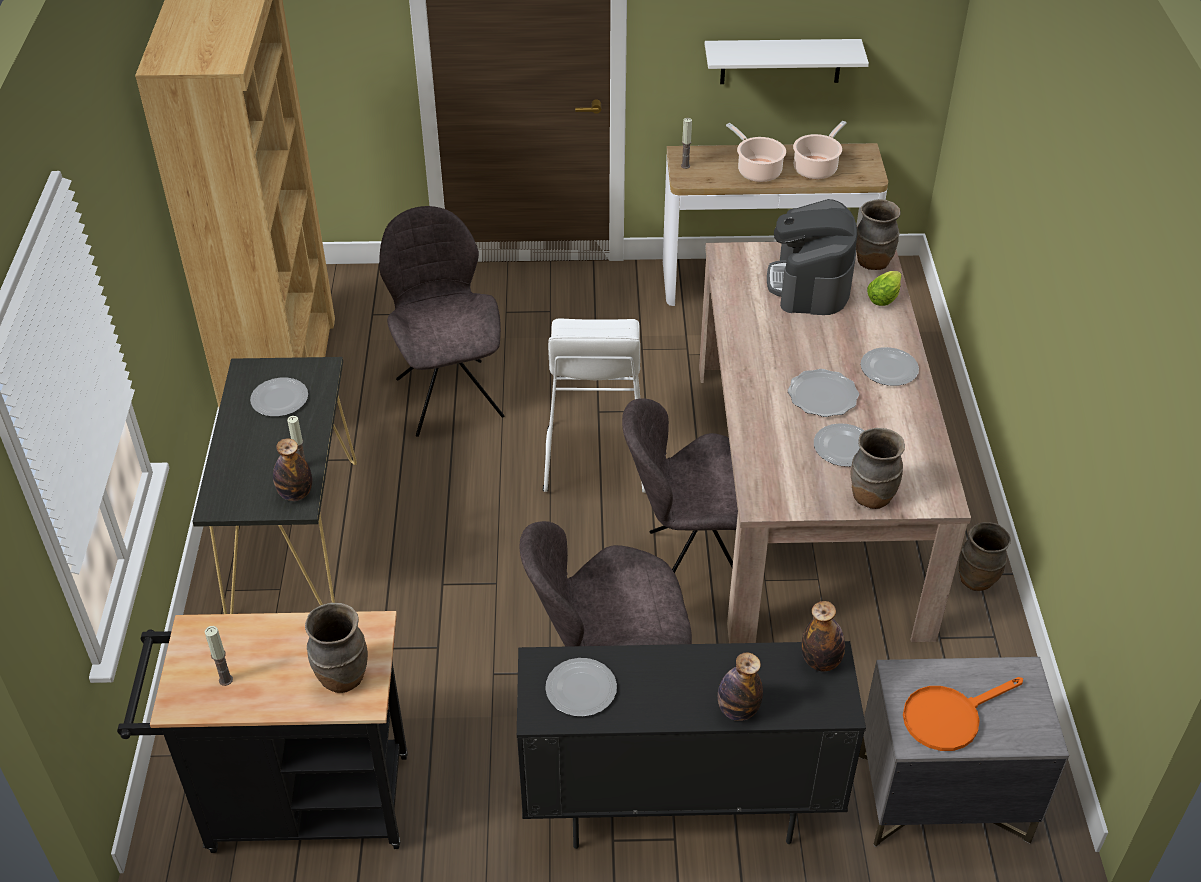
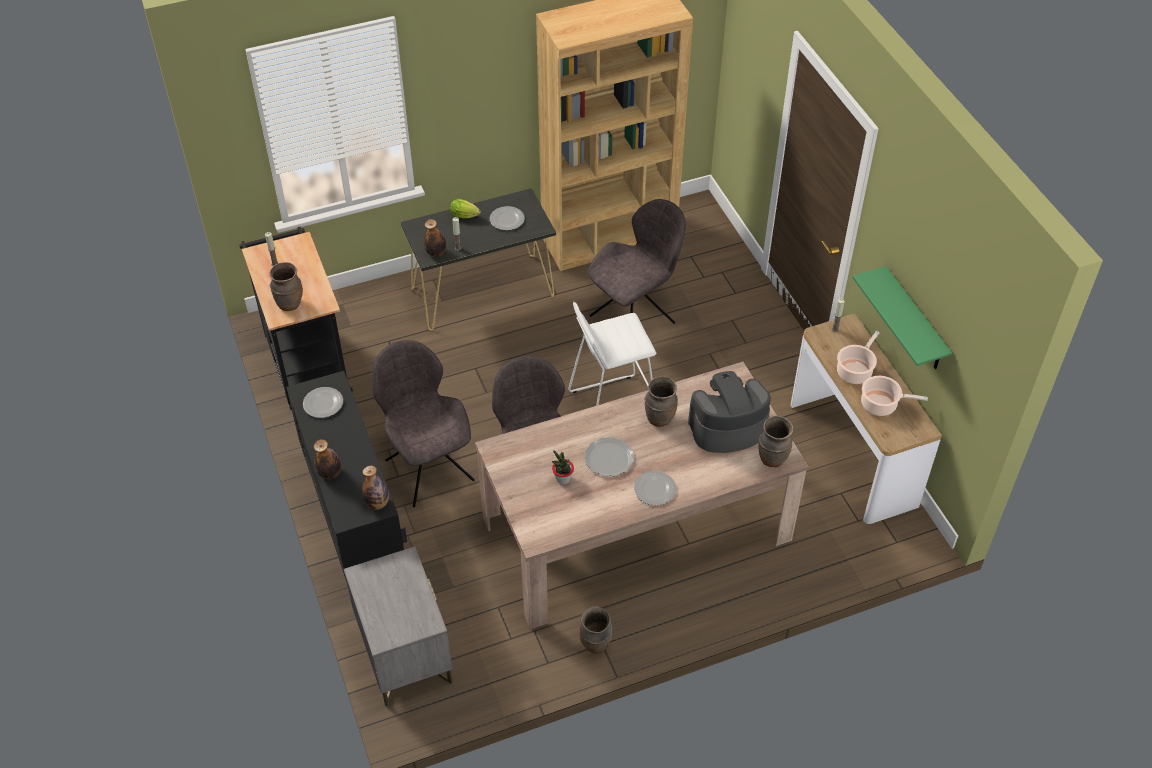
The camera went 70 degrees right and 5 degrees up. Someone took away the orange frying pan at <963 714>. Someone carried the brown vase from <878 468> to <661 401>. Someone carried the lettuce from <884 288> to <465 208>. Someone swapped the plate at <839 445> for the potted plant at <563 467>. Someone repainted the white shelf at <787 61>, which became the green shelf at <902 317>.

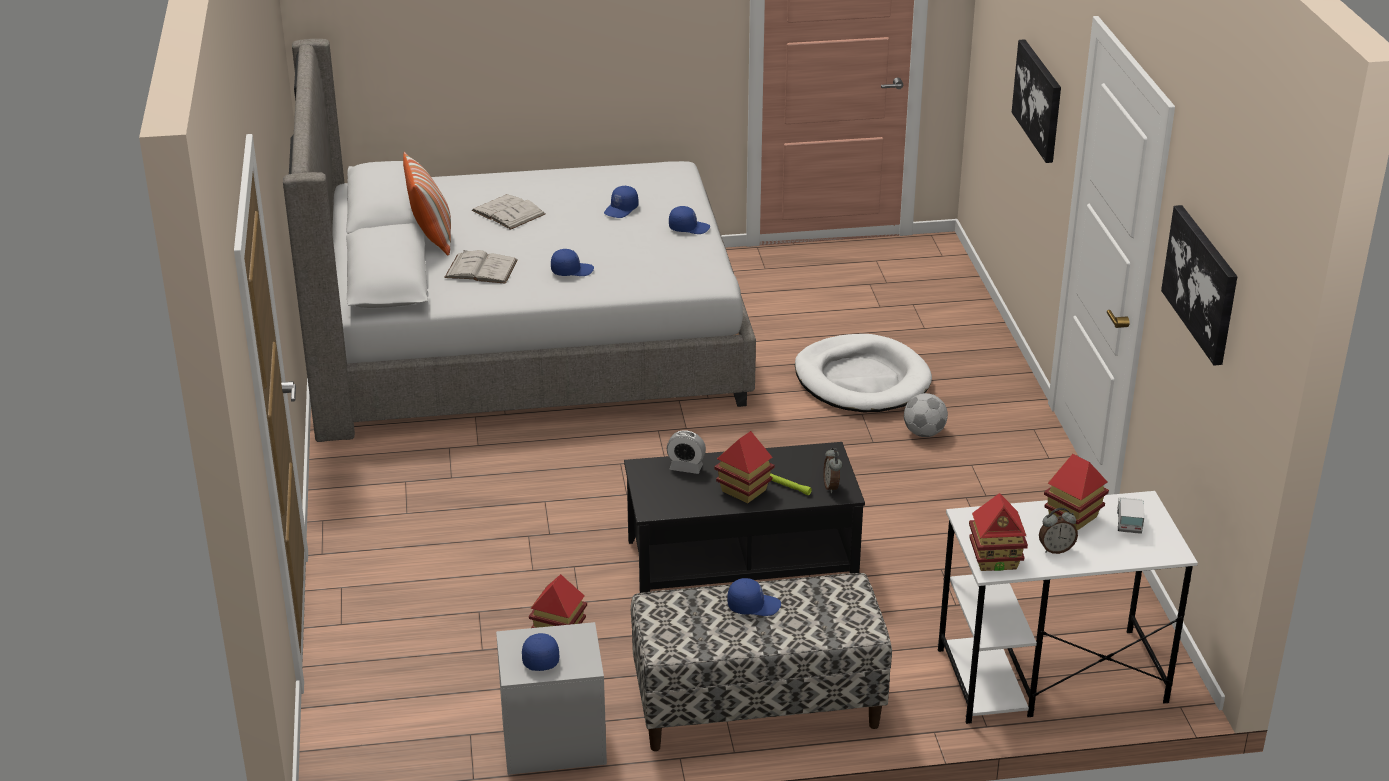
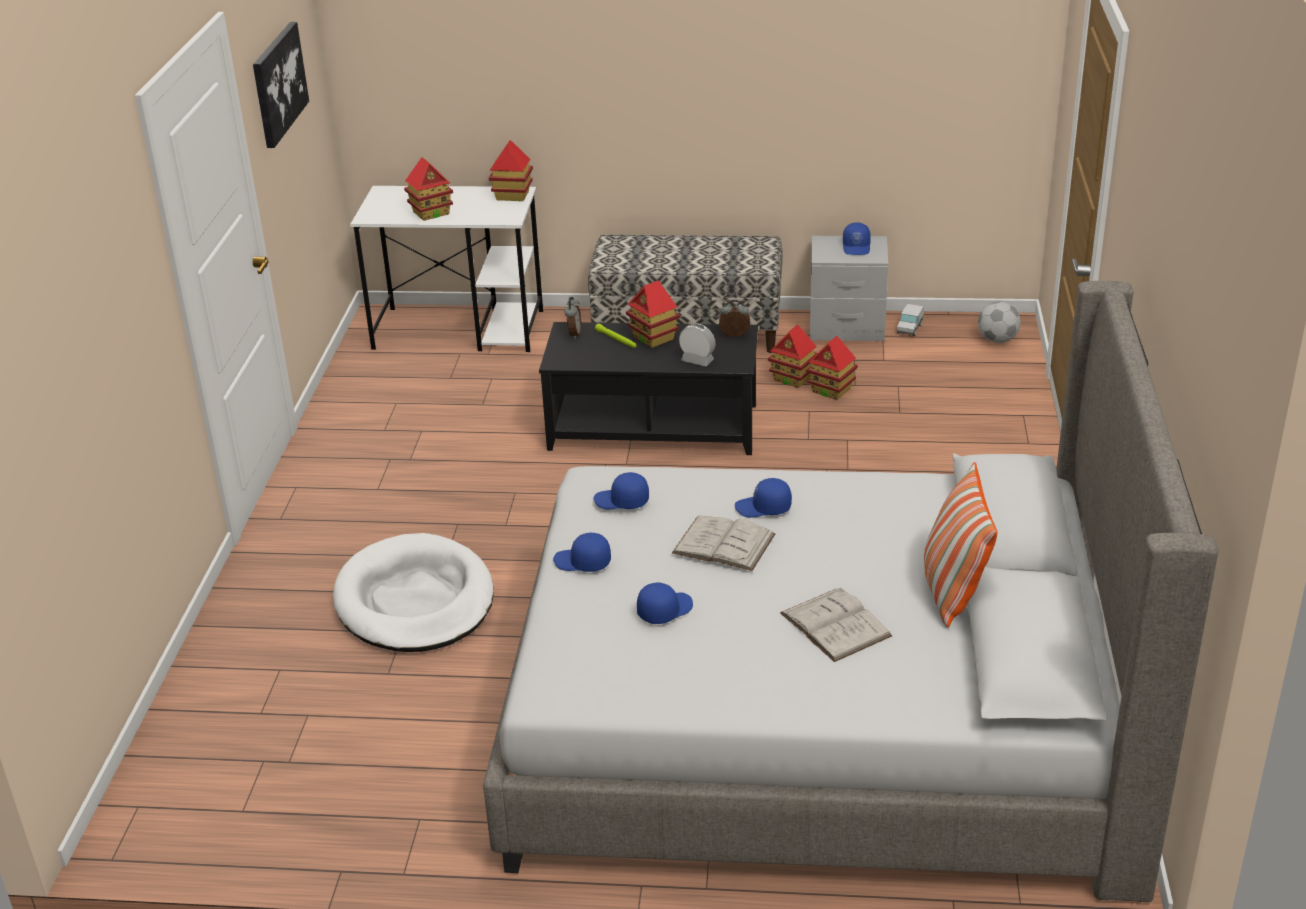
The camera went 165 degrees left and 0 degrees up. Someone took away the picture at <1036 101>. Someone put down the toy house at <792 356>. Someone carried the white book from <481 267> to <724 543>. Someone carried the blue cap from <754 597> to <621 490>. Someone carried the football from <926 415> to <999 322>. Someone carried the alarm clock from <1058 531> to <734 318>. Someone carried the toy truck from <1130 515> to <910 320>.

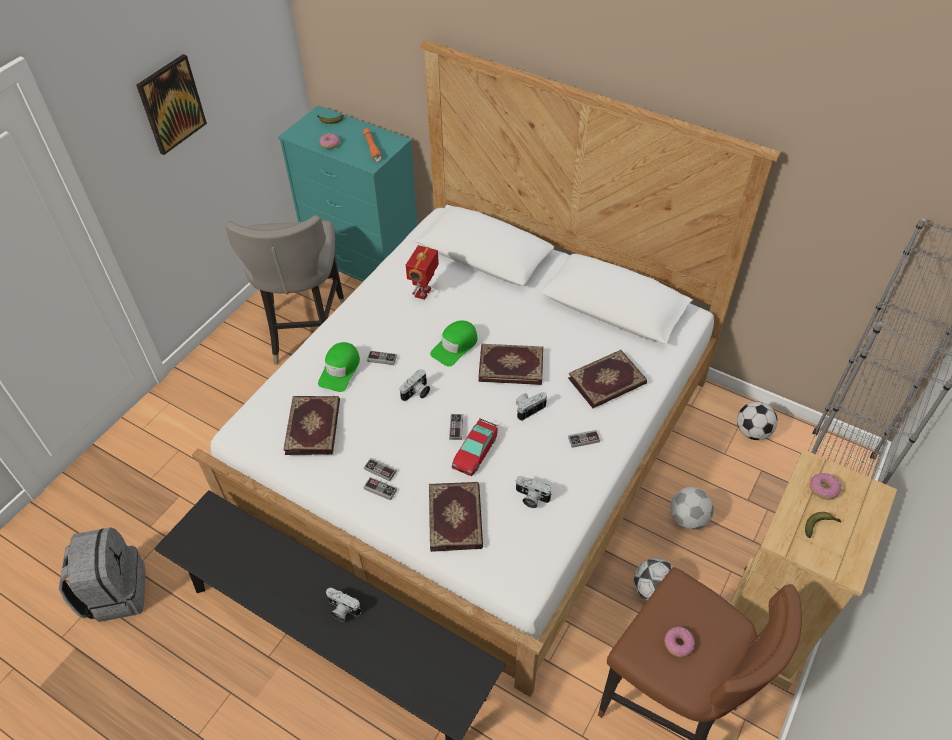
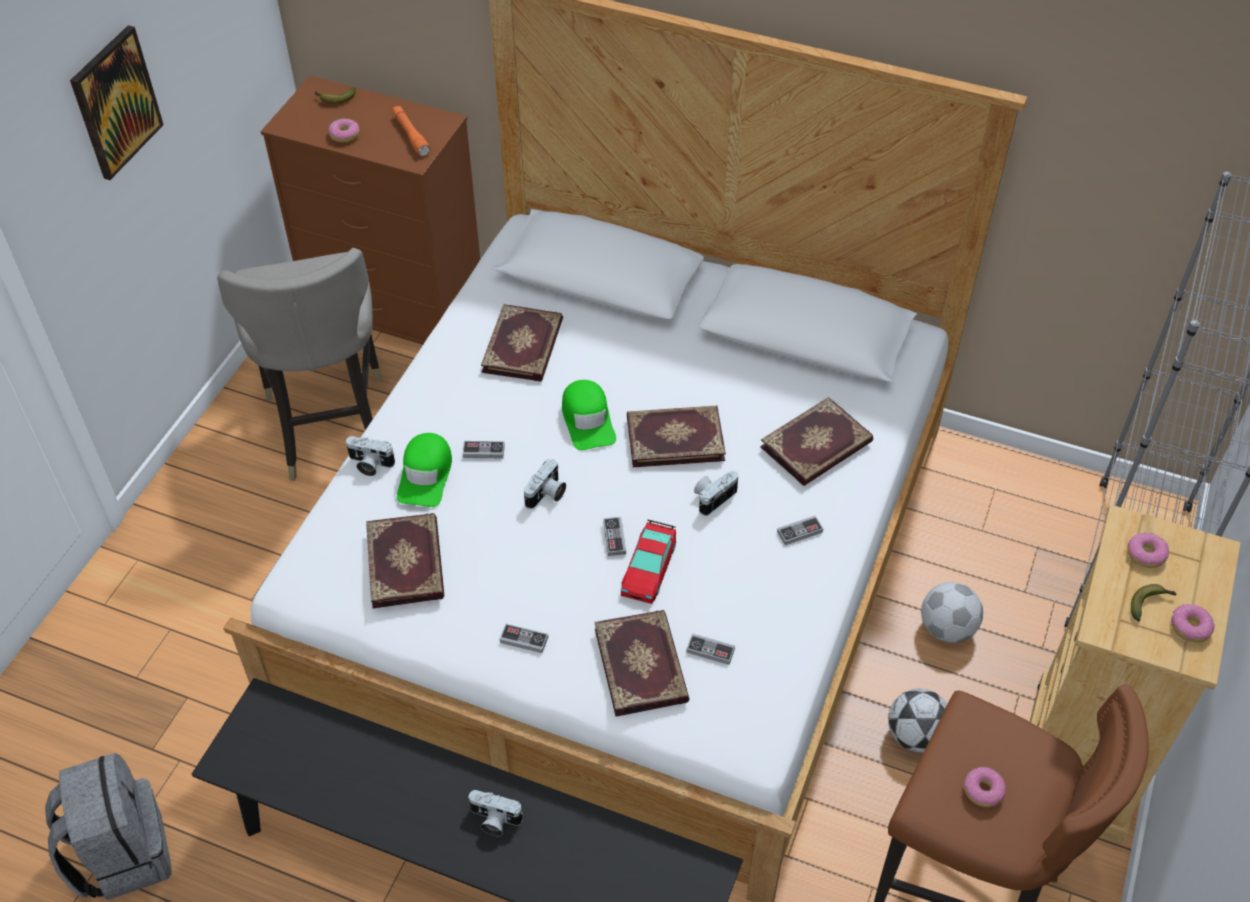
The camera went 10 degrees left and 0 degrees up. Someone took away the football at <757 421>. Someone put down the donut at <1193 623>. Someone carried the game controller from <380 469> to <710 649>. Someone carried the photo camera from <533 492> to <370 456>. Someone swapped the toy robot at <422 272> for the book at <522 343>. Someone repainted the turquoise dresser at <348 193>, which became the brown dresser at <370 210>. Someone rotated the green cap at <454 343> by 45 degrees counterclockwise.

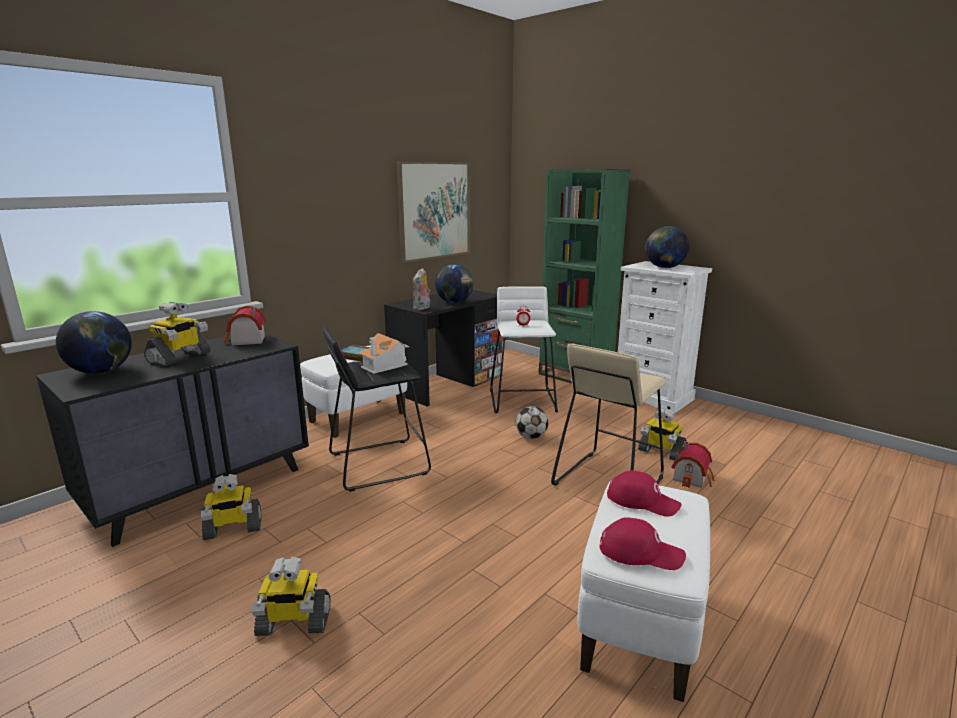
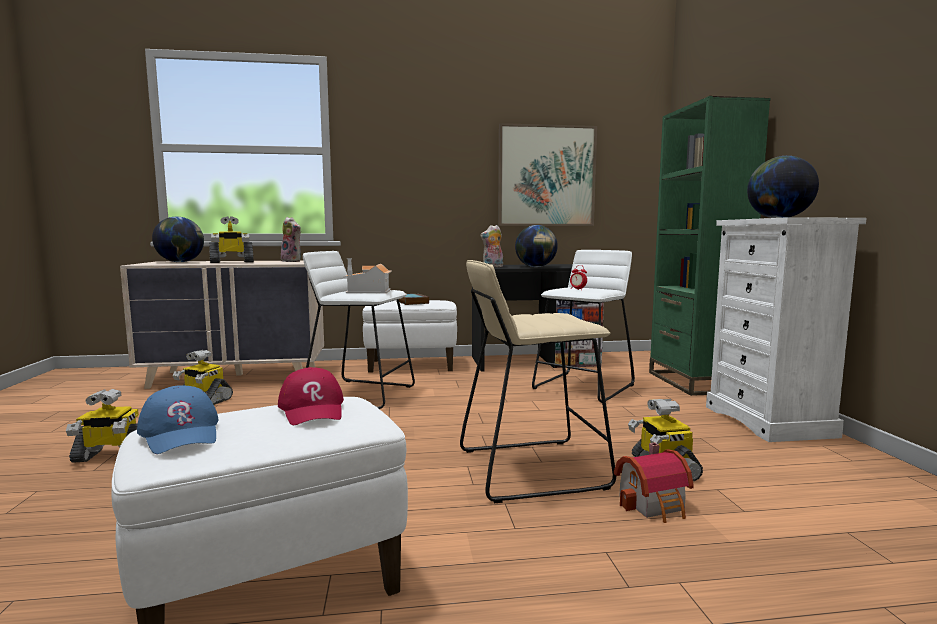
The camera went 40 degrees right and 10 degrees down. Someone took away the football at <531 422>. Someone swapped the toy house at <245 325> for the plush toy at <291 239>. Someone repainted the black dresser at <172 440>, which became the beige dresser at <222 325>. Someone repainted the black stool at <376 409>, which became the white stool at <359 330>. Someone repainted the red cap at <643 543>, which became the blue cap at <178 420>. Someone rotated the toy robot at <291 596> by 45 degrees counterclockwise.

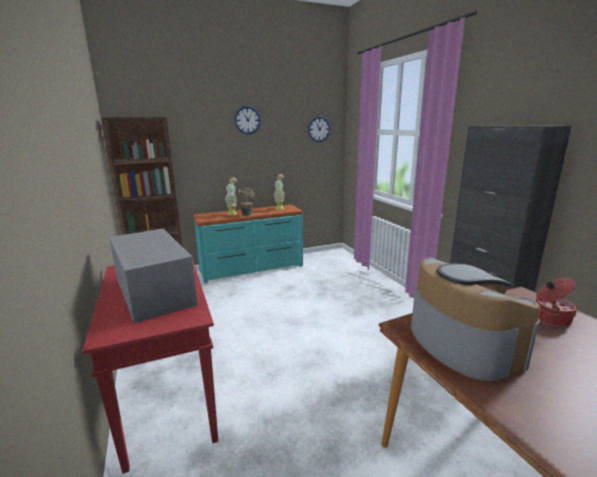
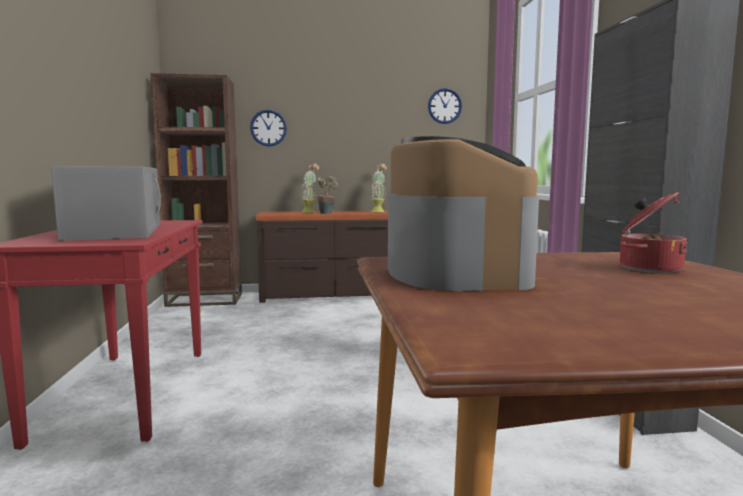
The camera went 15 degrees right and 10 degrees down. Someone carried the wall clock from <248 120> to <268 128>. Someone repainted the turquoise dresser at <248 243>, which became the brown dresser at <322 257>.

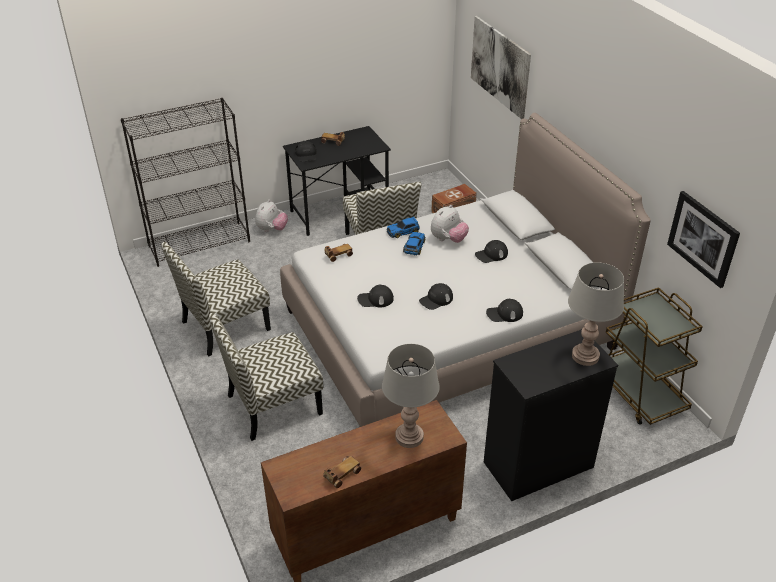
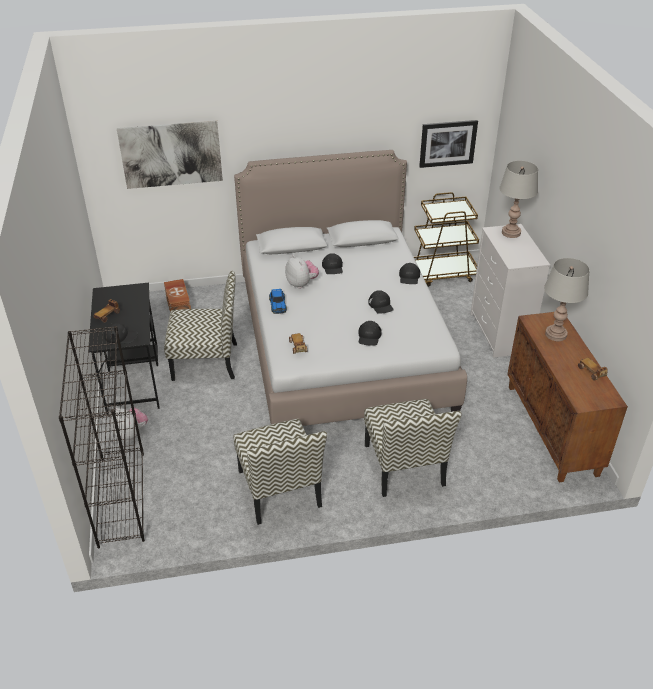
The camera went 75 degrees left and 0 degrees up. Someone took away the toy car at <414 244>. Someone repainted the black dresser at <551 415>, which became the white dresser at <510 291>.

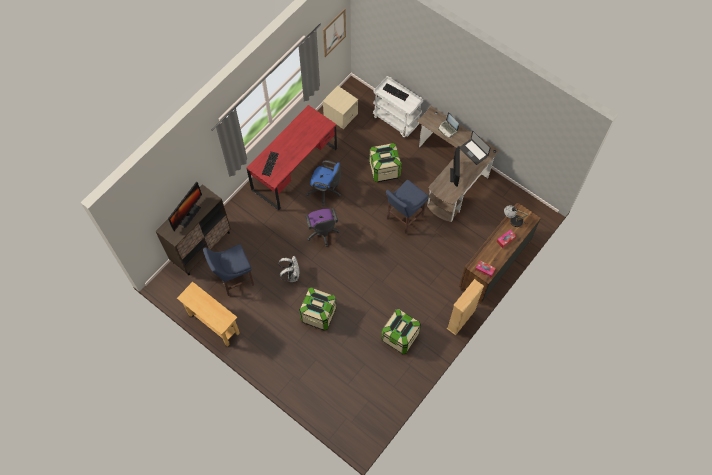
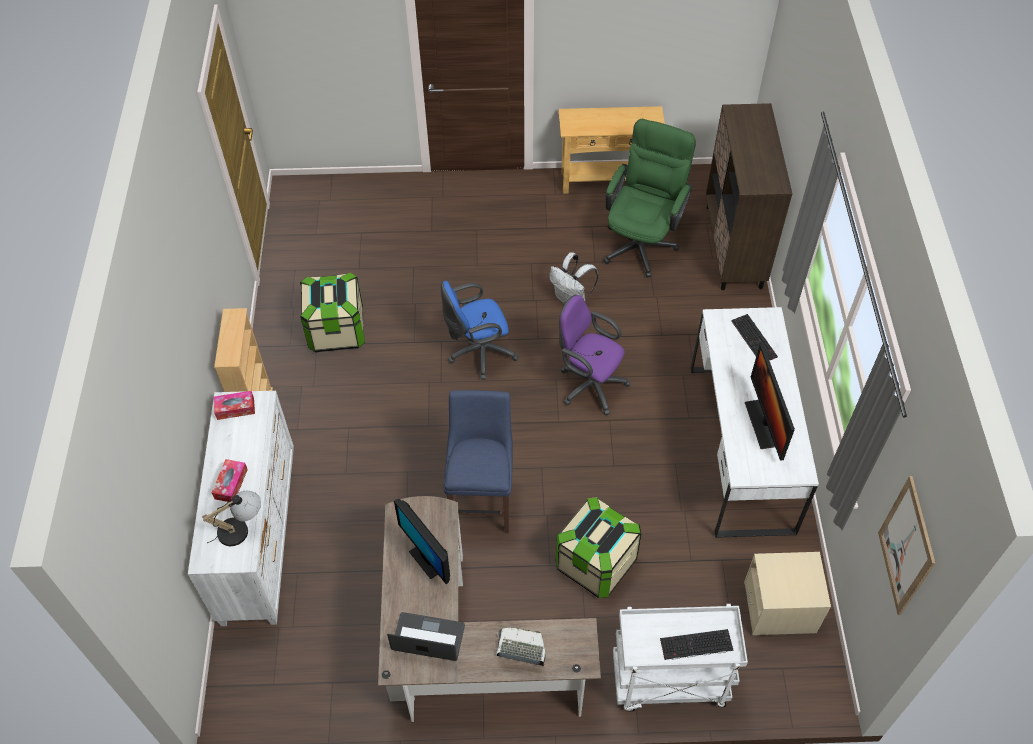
The camera went 140 degrees right and 10 degrees down. Someone took away the storage box at <318 308>. Someone carried the monitor from <185 206> to <770 402>. Someone carried the blue office chair from <323 183> to <480 330>. Someone swapped the blue stool at <228 270> for the green office chair at <650 198>. Someone repainted the red desk at <291 158>, which became the white desk at <755 422>. Someone repainted the brown dresser at <500 253>, which became the white dresser at <241 508>.

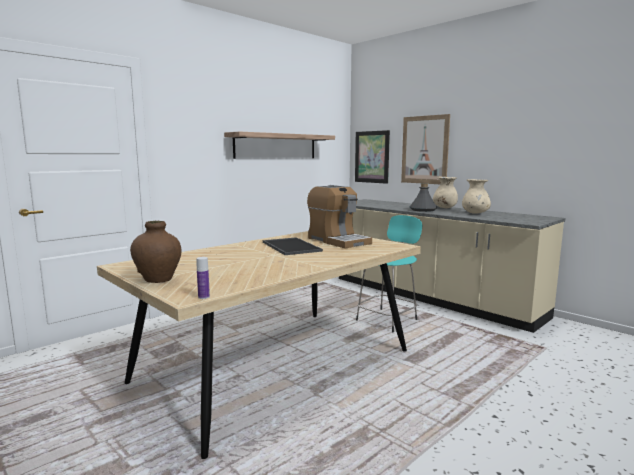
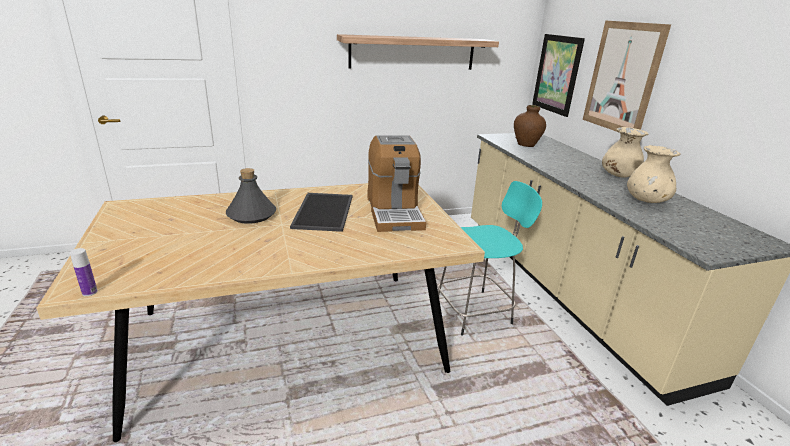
The camera went 25 degrees right and 15 degrees up. Someone carried the brown vase from <156 252> to <530 126>. Someone carried the grey bottle from <423 197> to <251 196>.

